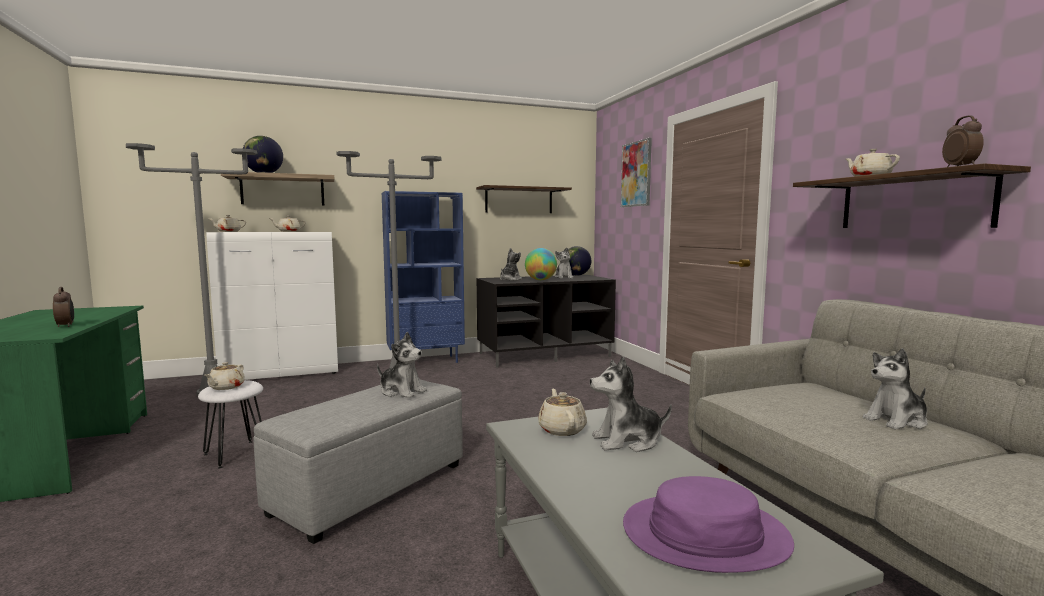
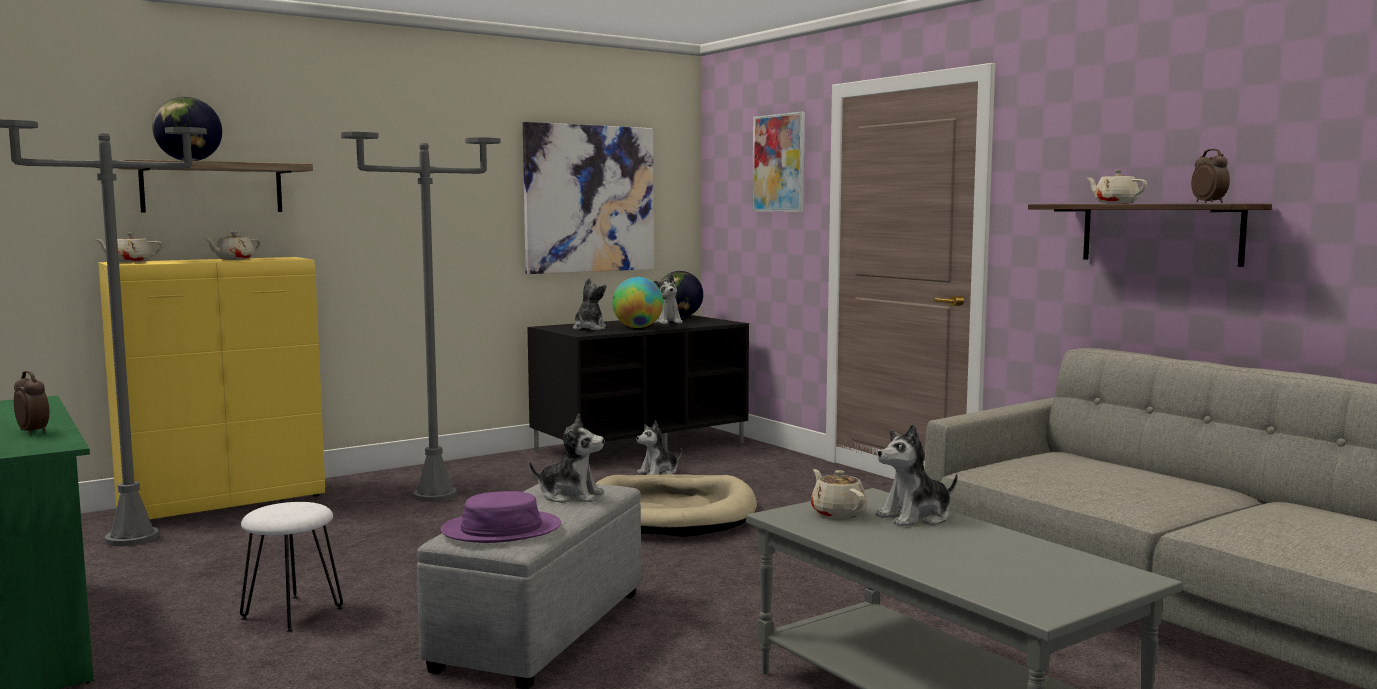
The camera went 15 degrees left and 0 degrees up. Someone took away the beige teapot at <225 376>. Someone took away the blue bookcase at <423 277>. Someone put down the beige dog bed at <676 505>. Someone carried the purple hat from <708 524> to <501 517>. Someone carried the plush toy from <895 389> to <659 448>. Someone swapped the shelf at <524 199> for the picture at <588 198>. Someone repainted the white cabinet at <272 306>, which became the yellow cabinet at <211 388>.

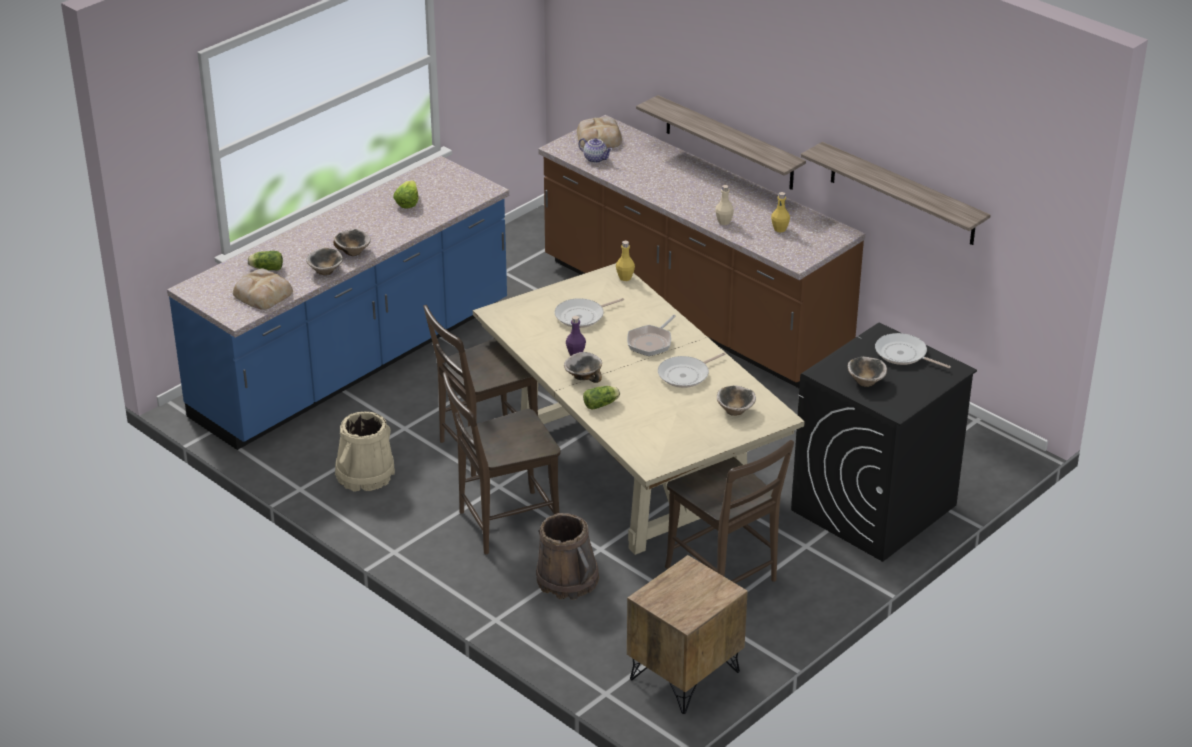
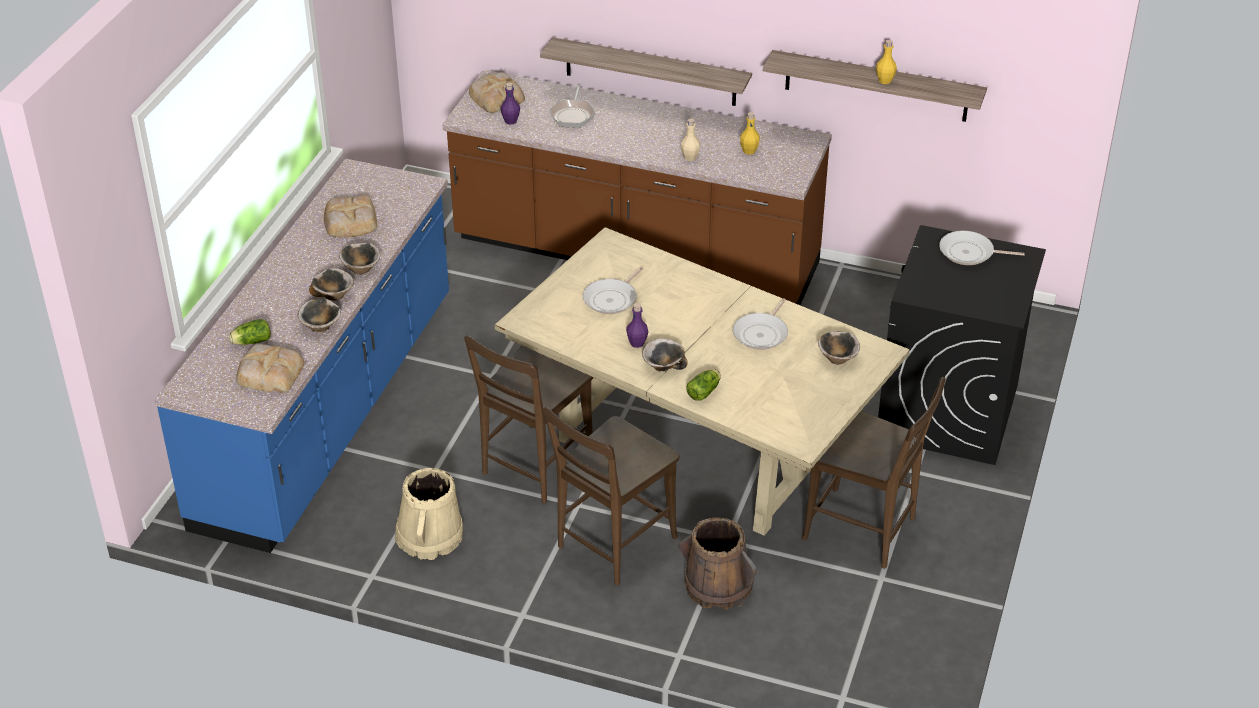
The camera went 25 degrees left and 5 degrees up. Someone took away the brown nightstand at <687 634>. Someone carried the yellow bottle from <625 261> to <886 62>. Someone carried the frying pan from <651 335> to <572 106>. Someone carried the bowl from <867 372> to <359 258>. Someone swapped the lettuce at <406 194> for the bread at <350 216>. Someone swapped the teapot at <595 150> for the purple bottle at <510 103>.

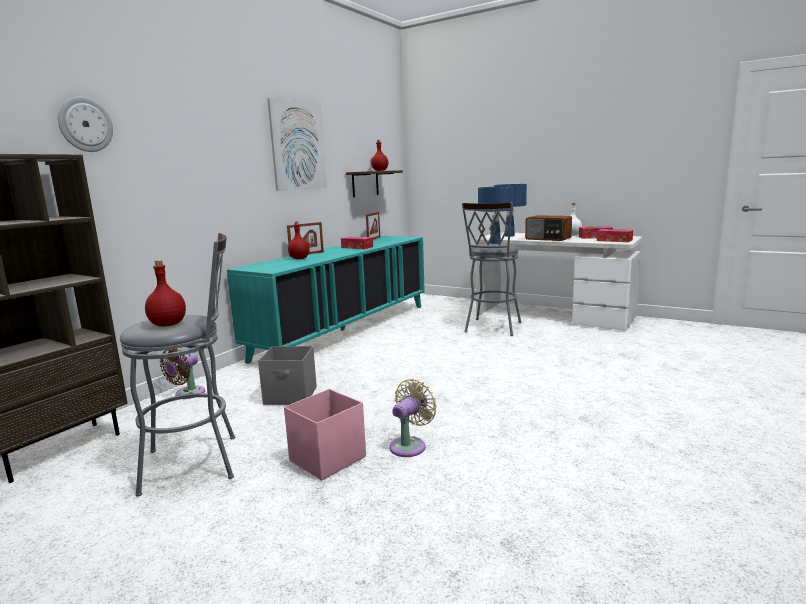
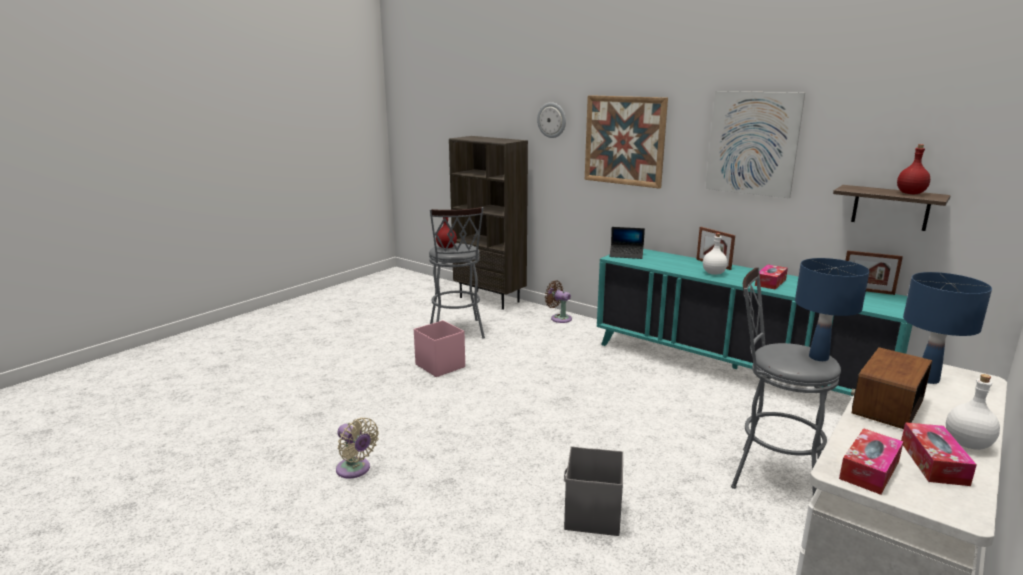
The camera went 95 degrees right and 5 degrees up. Someone took away the red bottle at <299 240>. Someone put up the picture at <626 142>. Someone put down the laptop at <627 243>. Someone put down the white bottle at <715 254>. Someone carried the grey storage box from <287 375> to <593 491>. Someone carried the beige fan from <413 418> to <357 448>.

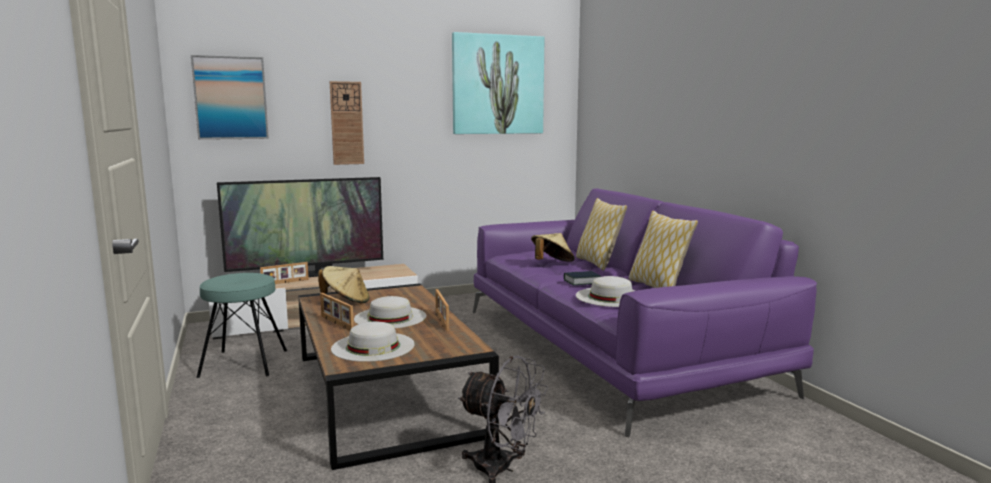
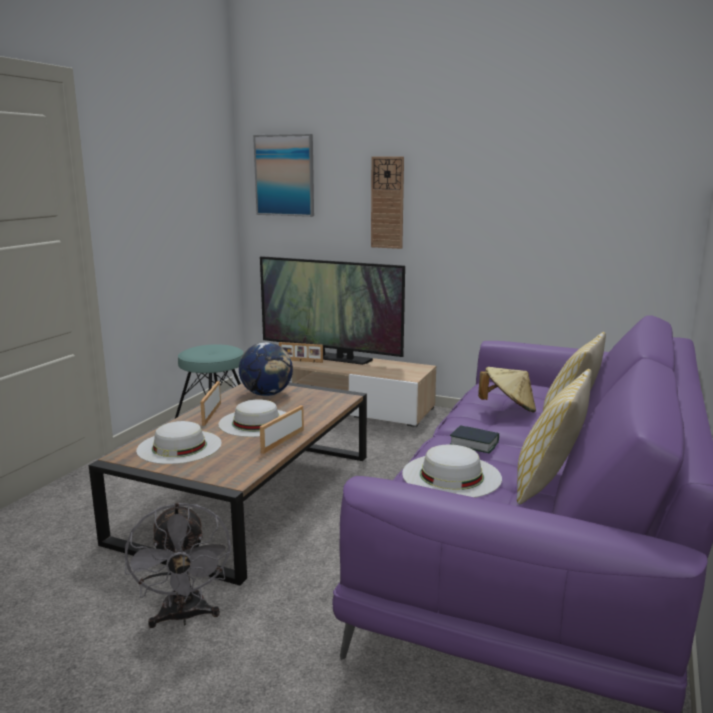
The camera went 45 degrees right and 5 degrees up. Someone took away the picture at <498 83>. Someone swapped the beige hat at <343 284> for the globe at <266 369>.

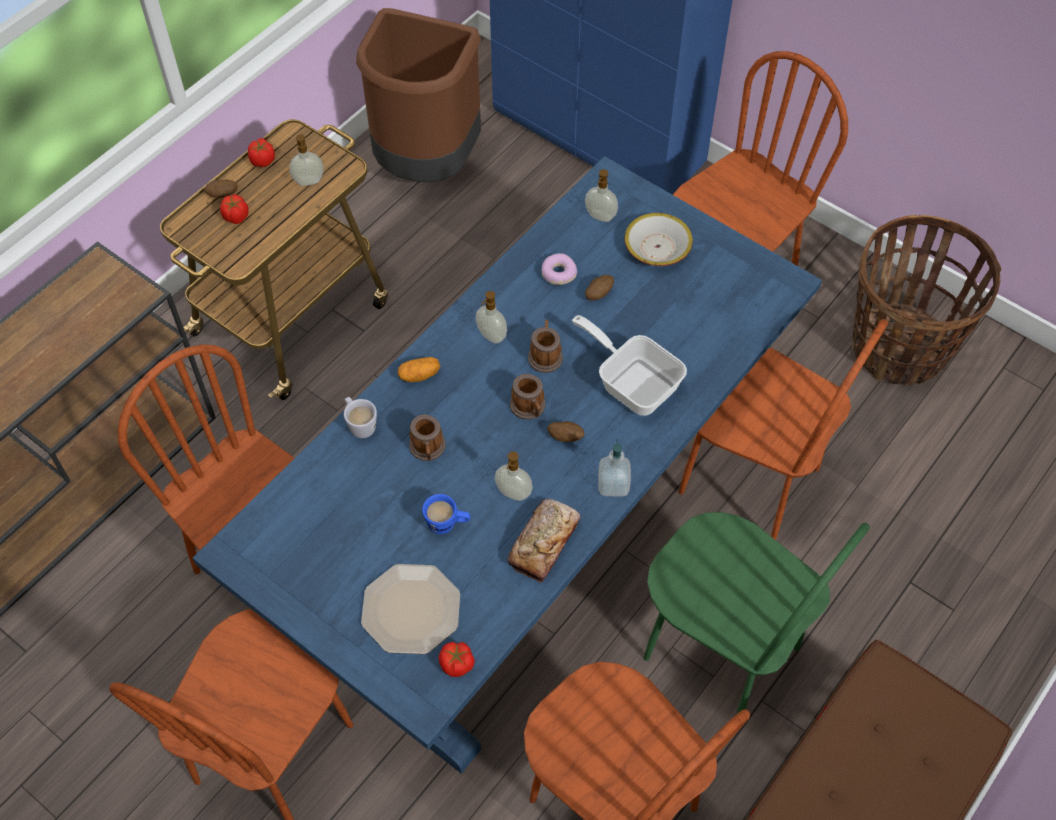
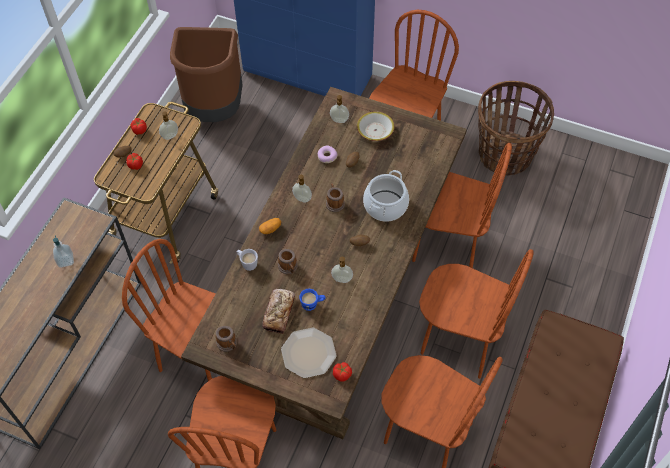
The camera went 15 degrees left and 0 degrees up. Someone carried the bread from <544 540> to <278 311>. Someone carried the mug from <527 396> to <226 339>. Someone carried the soap dispenser from <614 468> to <63 251>. Someone swapped the frying pan at <629 365> for the cooking pot at <386 196>. Someone repainted the blue dining table at <507 465>, which became the brown dining table at <324 263>. Someone repainted the green chair at <757 613>, which became the brown chair at <476 314>.

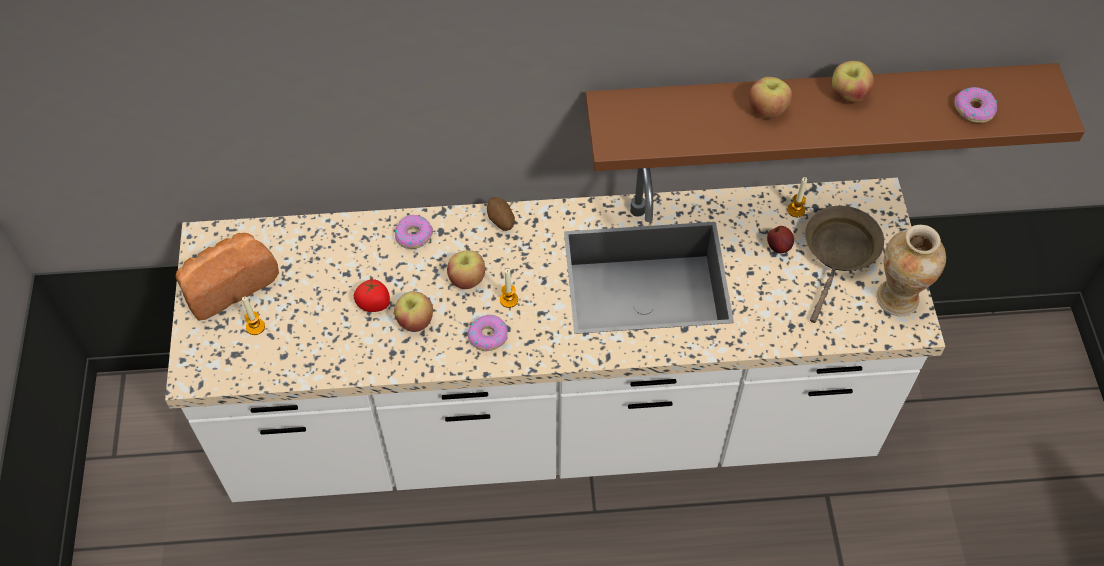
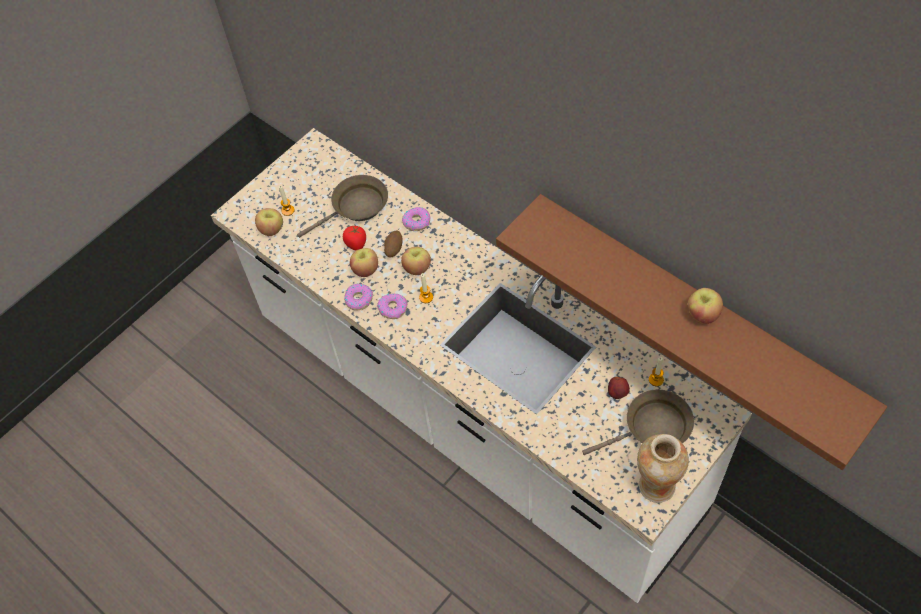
The camera went 50 degrees right and 0 degrees up. Someone took away the bread at <227 276>. Someone put down the brown frying pan at <342 206>. Someone carried the potato from <501 214> to <393 244>. Someone carried the apple from <770 97> to <269 222>. Someone carried the donut from <975 105> to <358 297>.

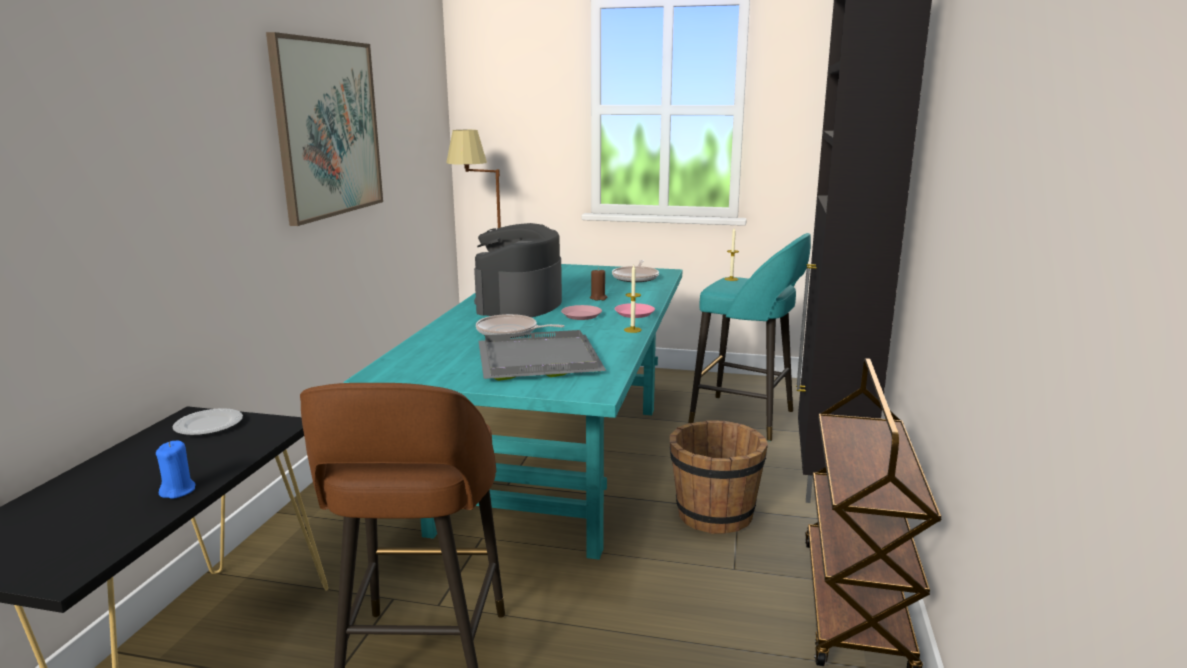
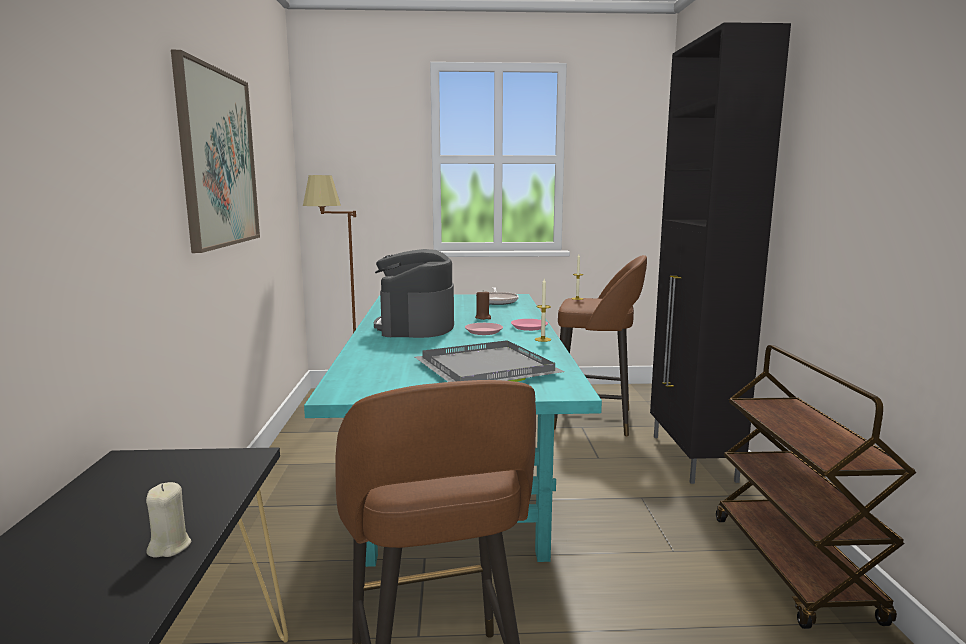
The camera went 15 degrees left and 5 degrees down. Someone took away the plate at <207 421>. Someone took away the frying pan at <520 326>. Someone took away the brown bucket at <719 477>. Someone repainted the blue candle at <176 470>, which became the beige candle at <169 519>. Someone repainted the turquoise stool at <749 337>, which became the brown stool at <600 345>.

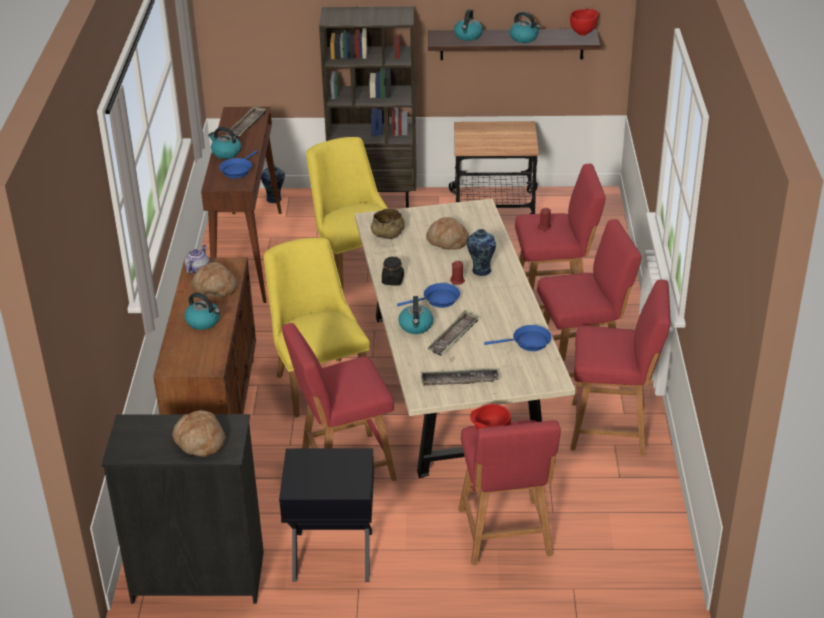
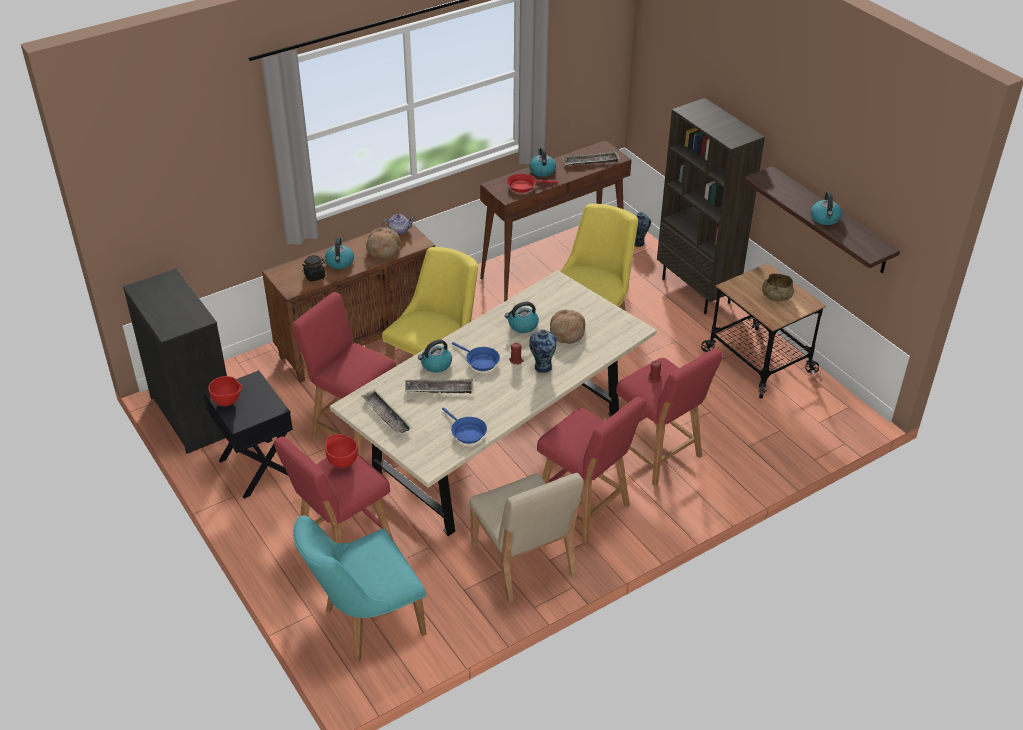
The camera went 55 degrees right and 5 degrees up. Someone took away the bread at <198 433>. Someone put down the turquoise chair at <359 589>. Someone carried the beige bowl from <388 223> to <778 287>. Someone carried the black jar from <393 271> to <314 268>. Someone carried the kettle from <468 25> to <522 317>. Someone carried the red bowl from <584 22> to <225 391>. Someone swapped the red stool at <620 367> for the beige chair at <526 538>. Someone repainted the blue frying pan at <238 164>, which became the red frying pan at <532 183>.

